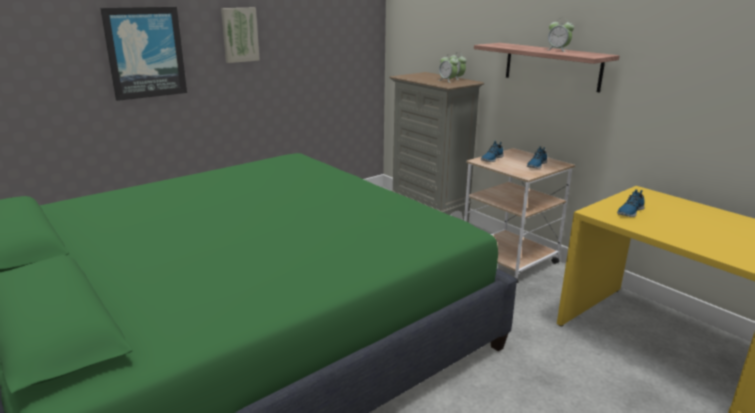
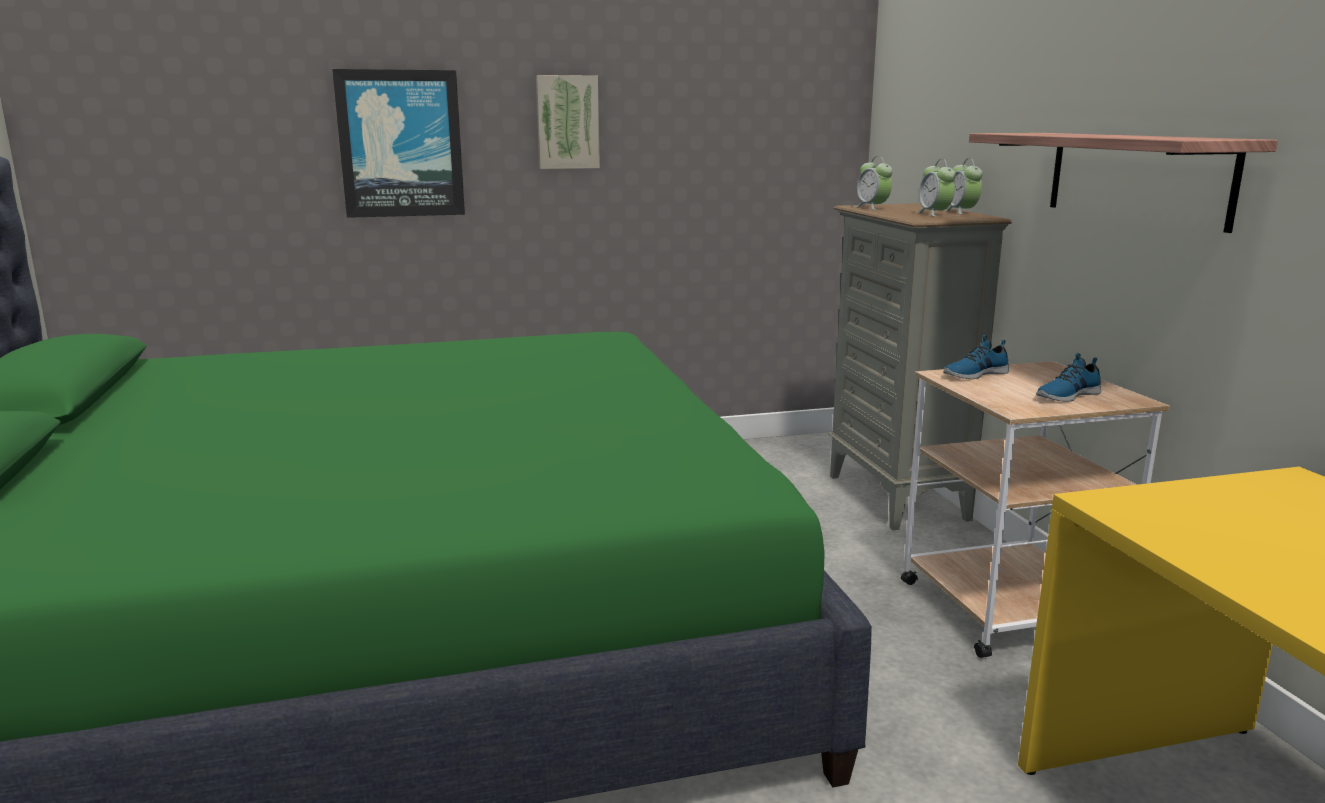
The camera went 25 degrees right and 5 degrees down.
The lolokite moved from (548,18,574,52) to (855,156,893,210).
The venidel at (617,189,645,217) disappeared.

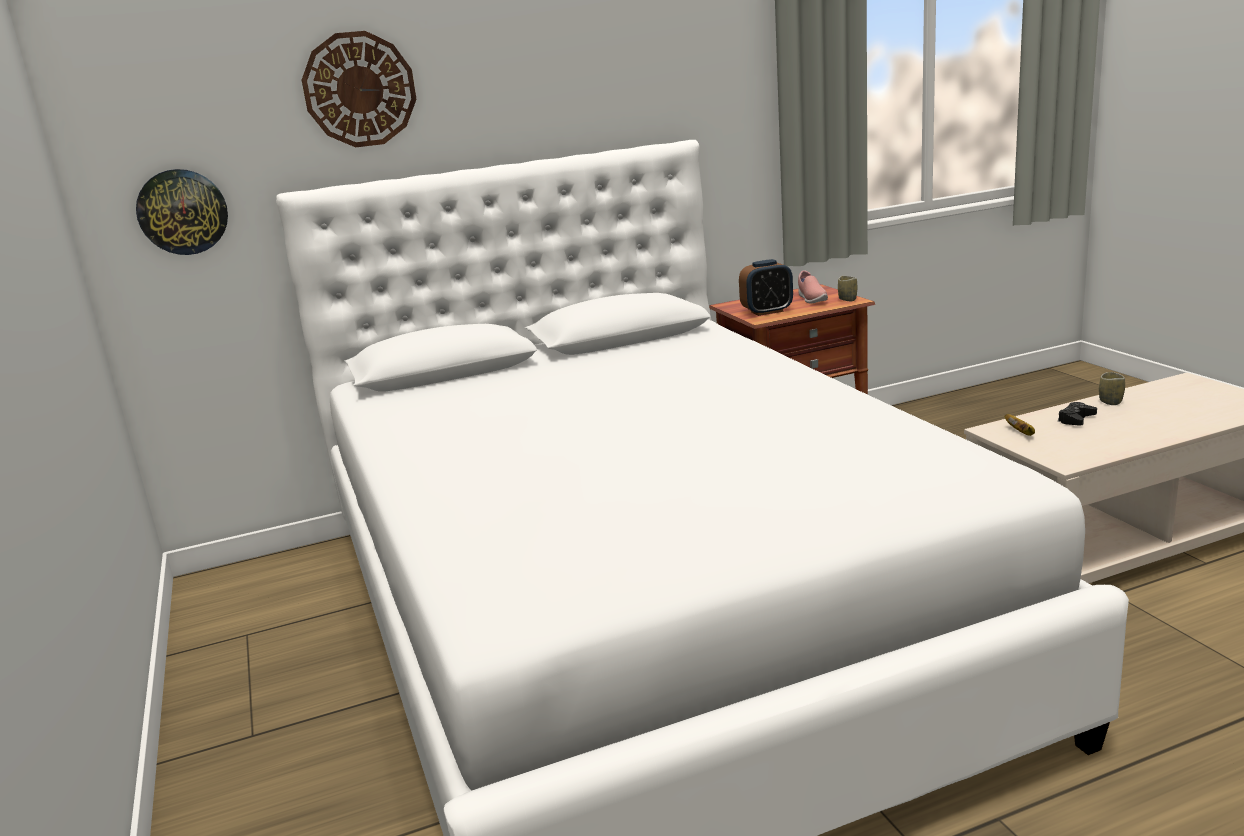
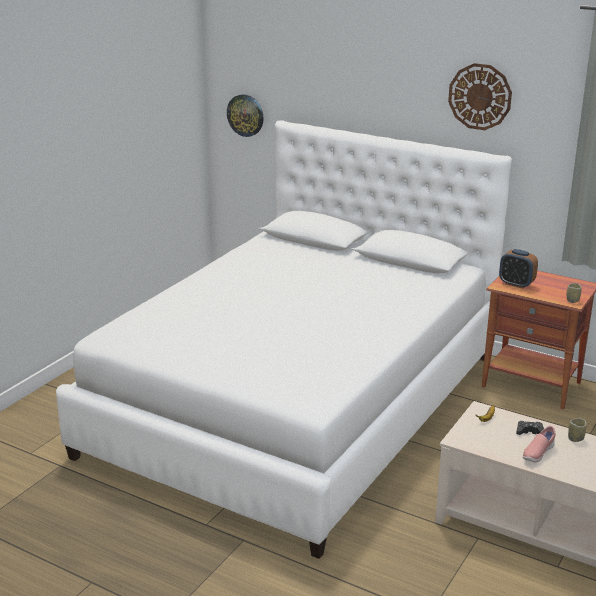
The camera went 50 degrees right and 5 degrees up.
The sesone moved from (302,31,417,147) to (448,63,512,130).
The pink venidel moved from (798,271,828,303) to (523,426,555,462).

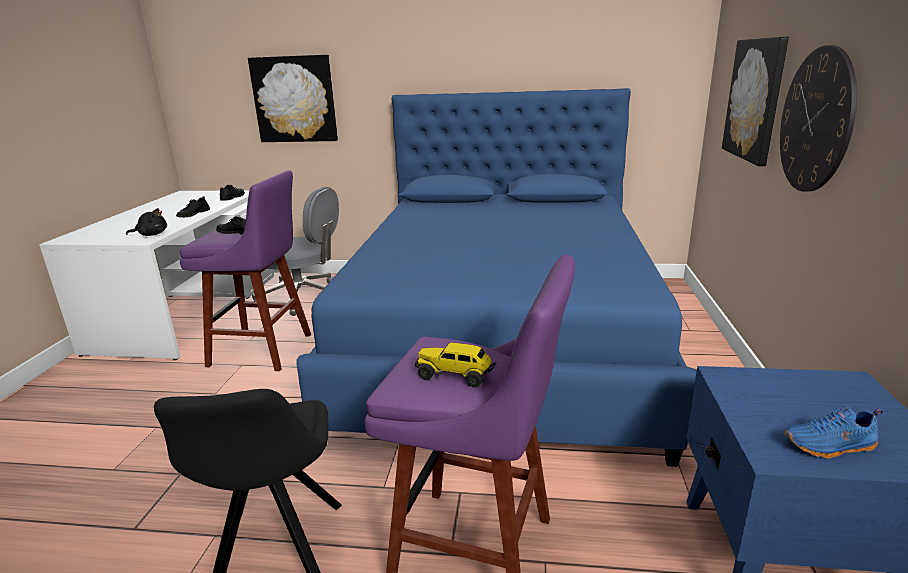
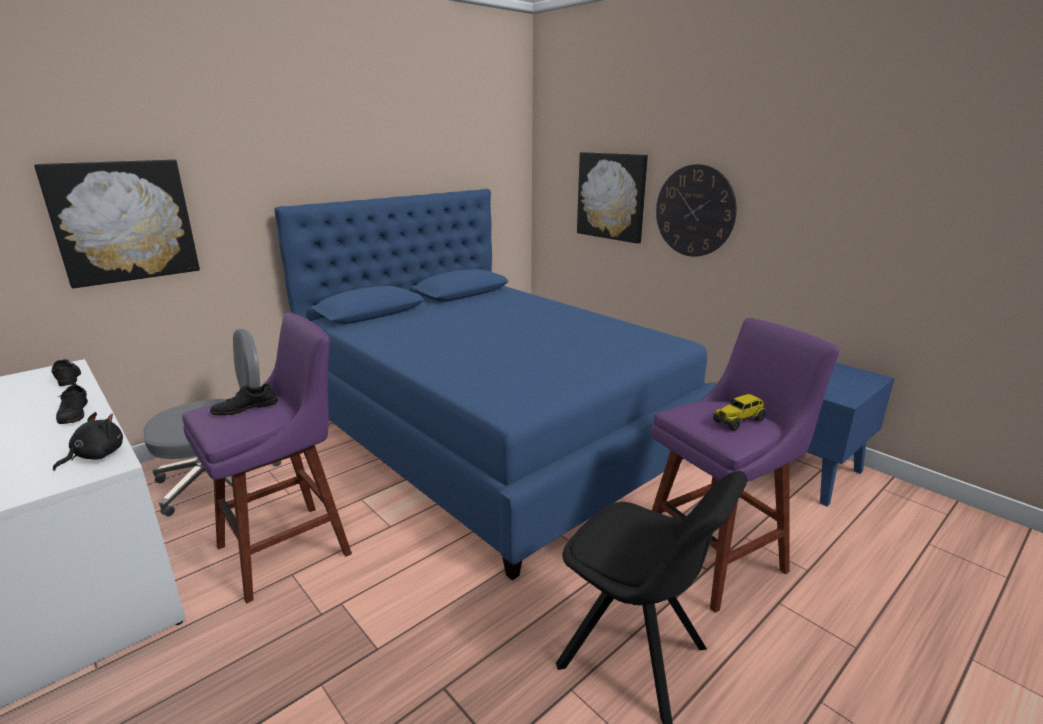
The camera went 50 degrees left and 0 degrees up.
The blue venidel at (784,407,883,459) disappeared.

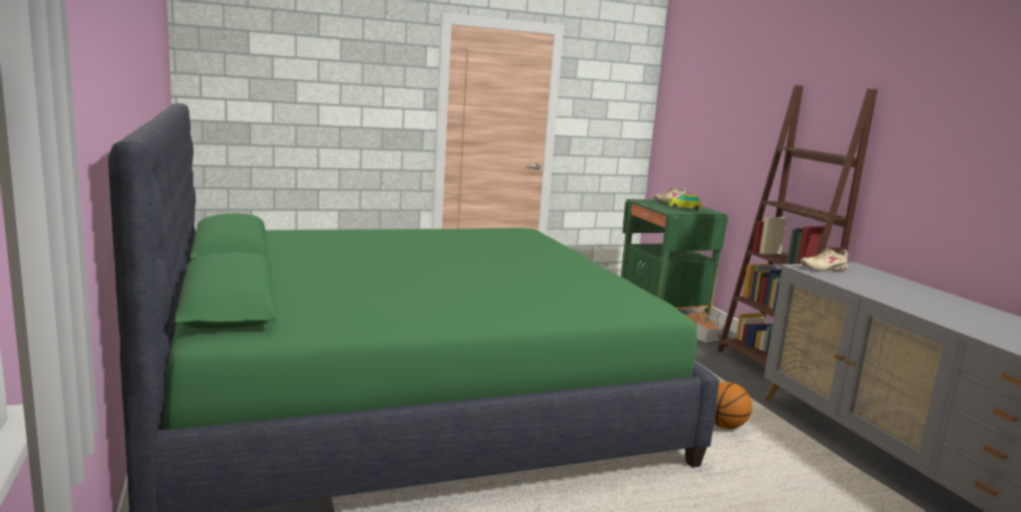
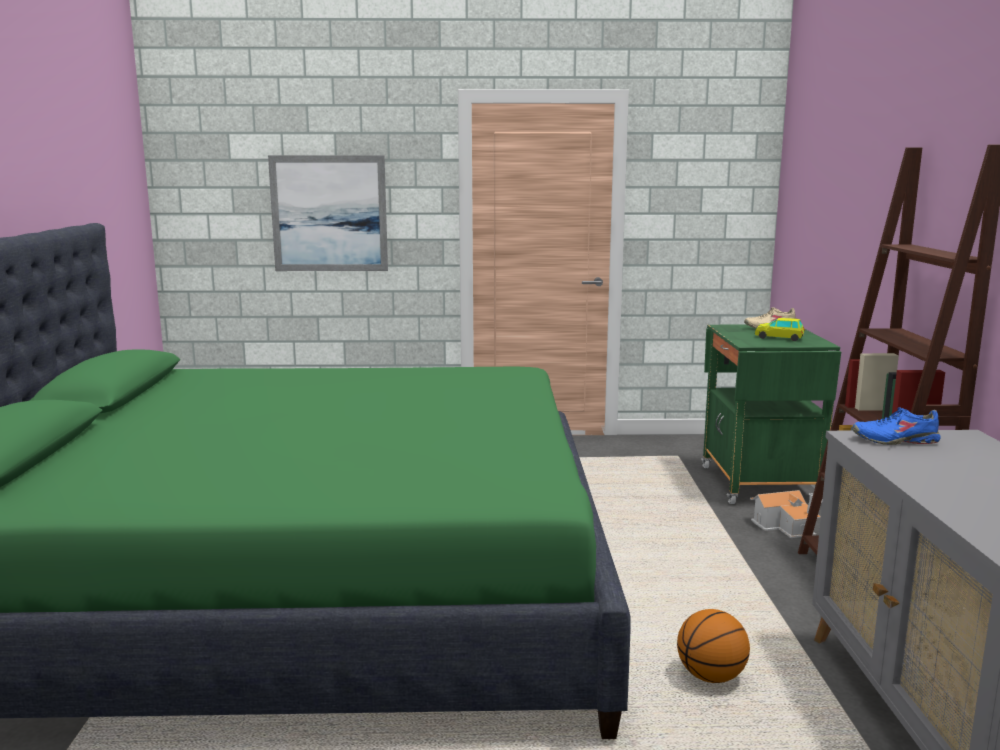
The camera went 20 degrees right and 0 degrees up.
The beige venidel at (800,248,848,271) became the blue venidel at (852,407,941,445).
The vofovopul at (268,155,388,271) appeared.

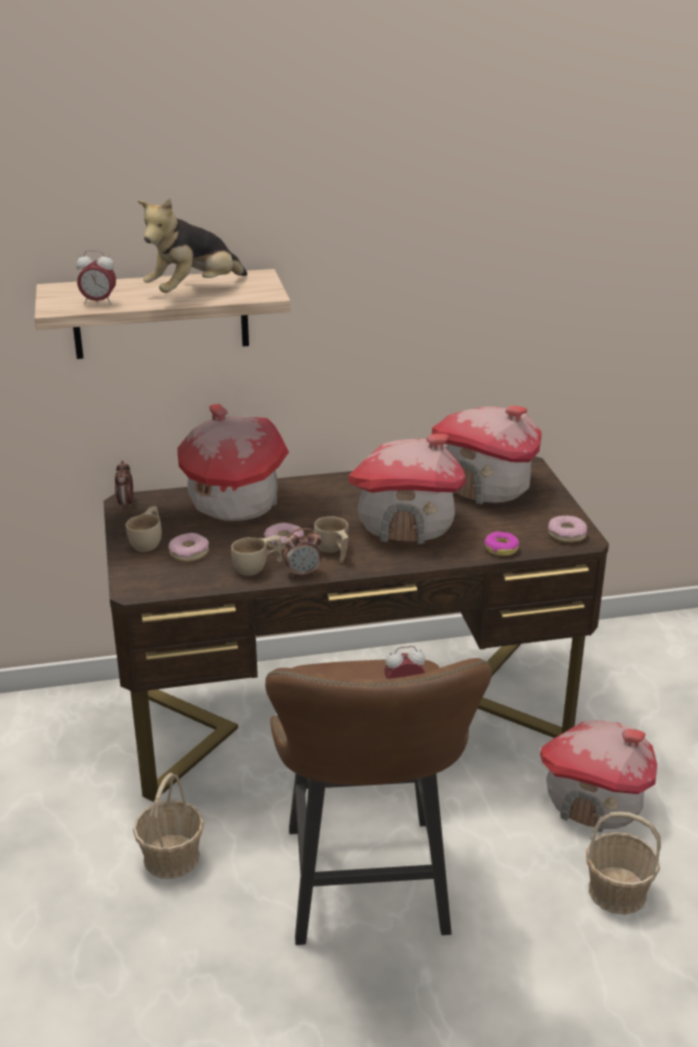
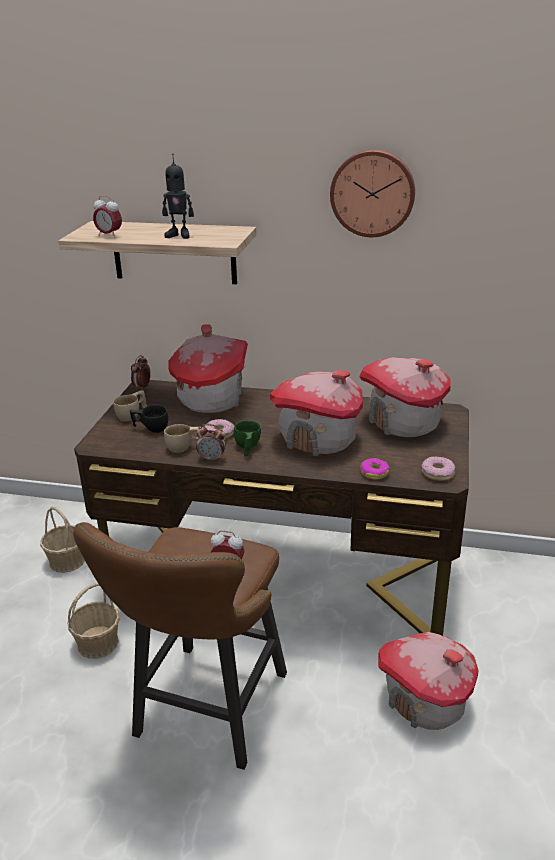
The camera went 25 degrees right and 0 degrees up.
The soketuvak at (138,198,247,293) was replaced by the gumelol at (162,153,194,239).
The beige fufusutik at (314,516,349,562) became the green fufusutik at (234,420,261,457).
The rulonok at (168,533,209,562) was replaced by the black fufusutik at (130,405,168,433).
The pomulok moved from (586,812,661,915) to (40,507,85,573).
The sesone at (330,149,415,237) appeared.

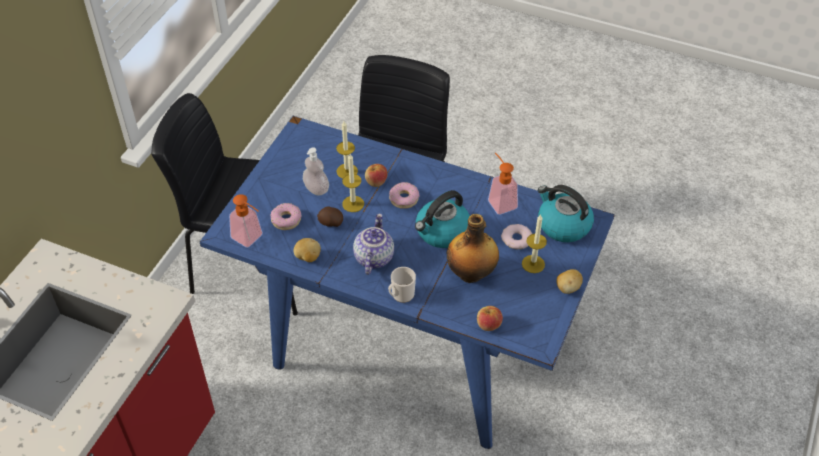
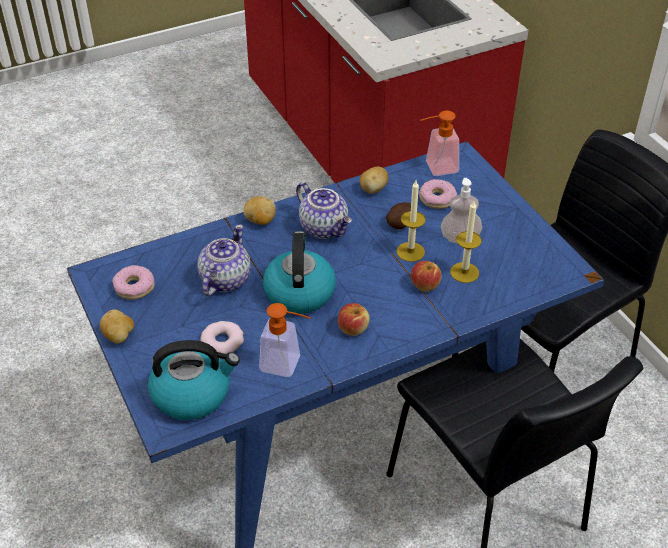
The camera went 130 degrees right and 5 degrees down.
The rulonok moved from (389,182,419,209) to (112,265,155,300).
The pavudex at (447,214,499,283) was replaced by the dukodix at (197,225,251,296).
The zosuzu at (522,214,547,273) disappeared.
The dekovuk at (388,267,416,303) was replaced by the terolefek at (243,196,276,225).
The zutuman moved from (477,306,503,331) to (338,303,370,336).

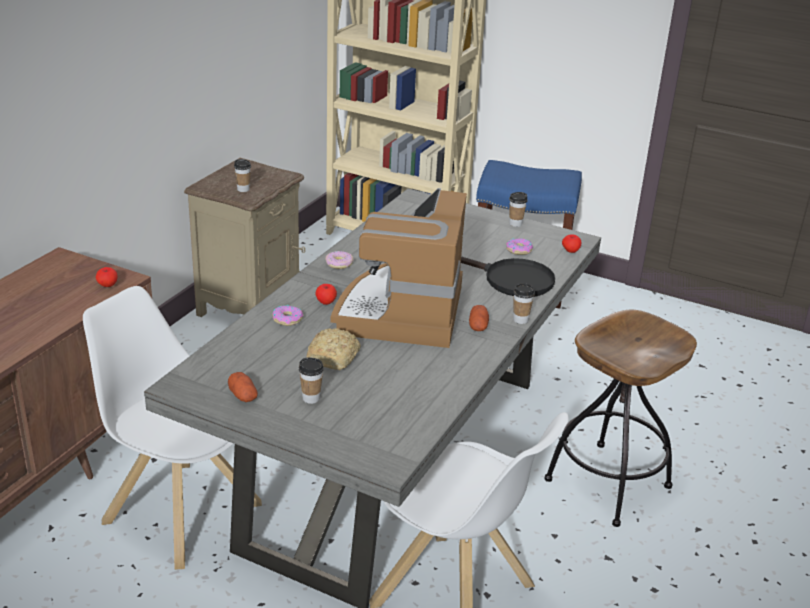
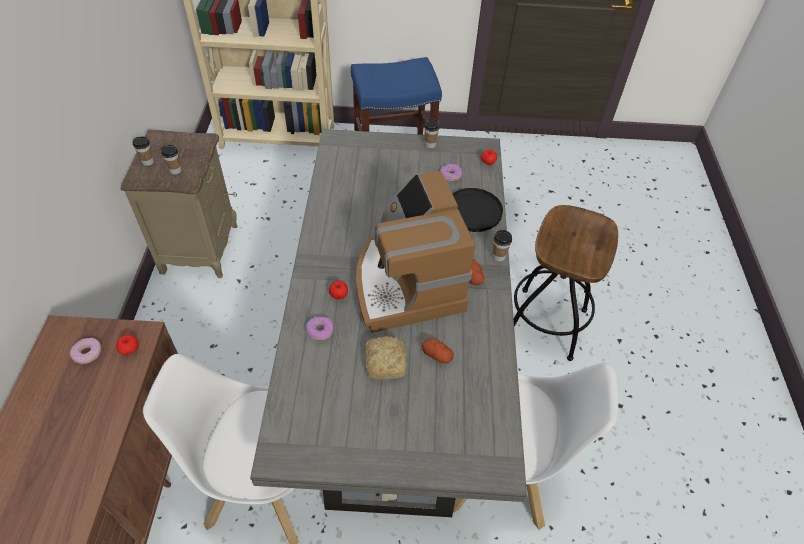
The camera went 25 degrees left and 20 degrees up.
The rulonok moved from (325,251,353,269) to (70,338,101,364).
The fufusutik moved from (299,358,324,404) to (132,136,154,166).
The terolefek moved from (228,372,258,402) to (422,338,454,363).

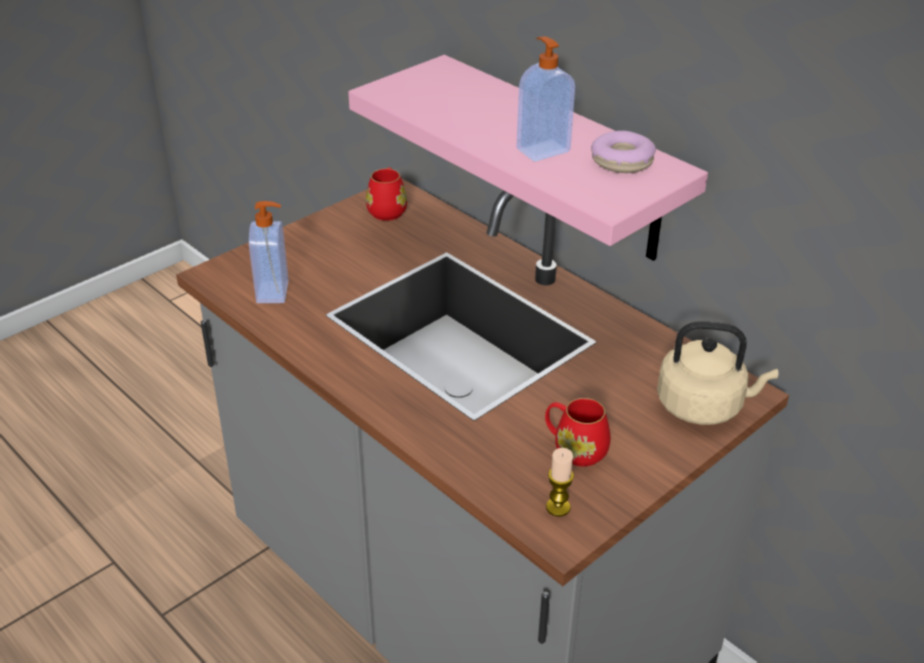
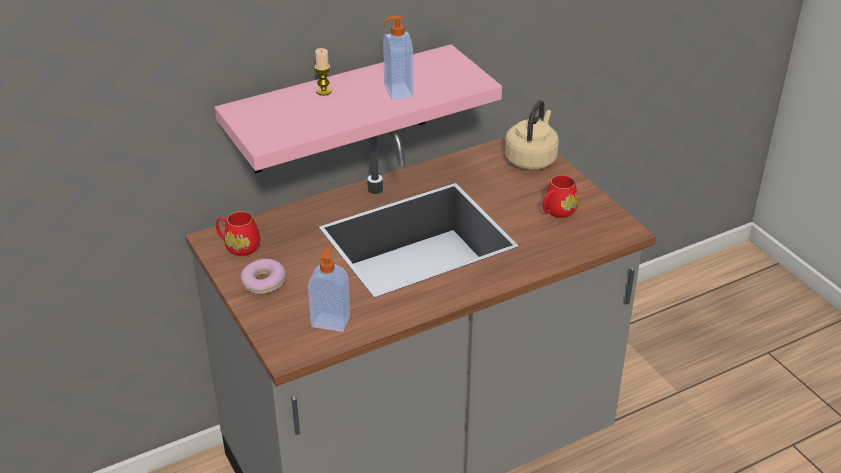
The camera went 75 degrees left and 0 degrees up.
The rulonok moved from (591,131,656,173) to (240,259,286,294).
The zosuzu moved from (546,448,574,517) to (314,48,332,96).

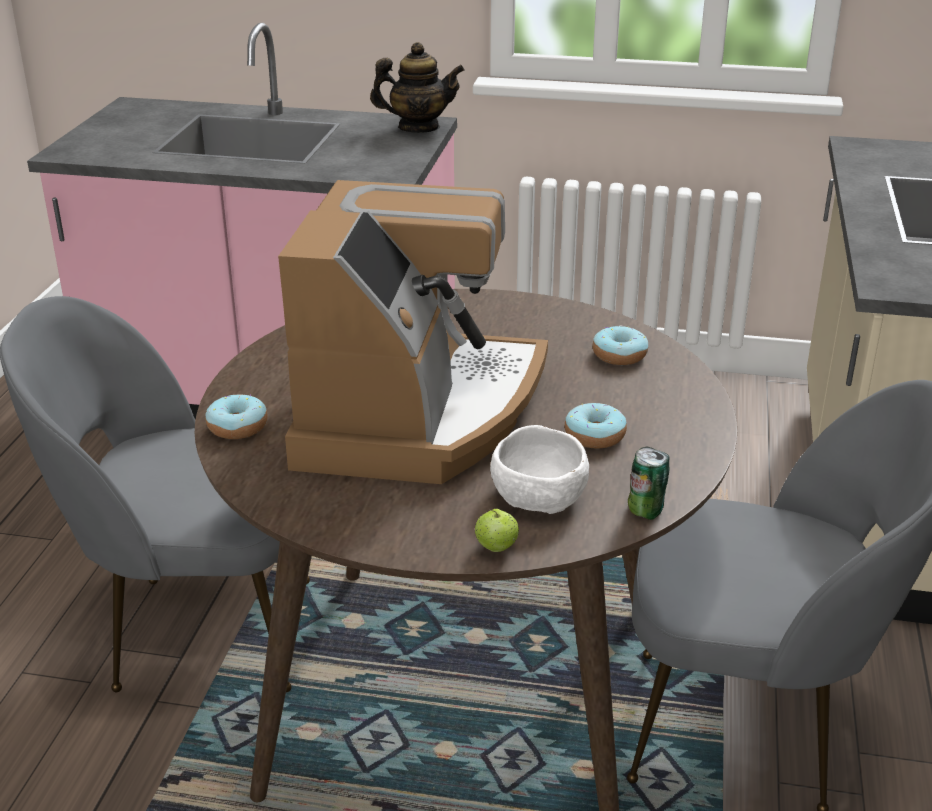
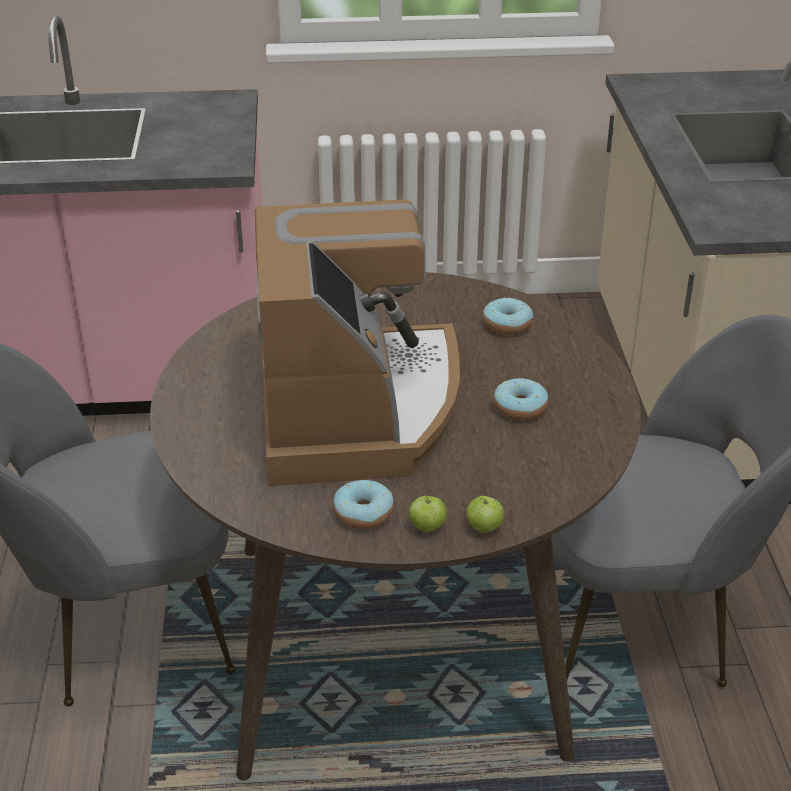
The camera went 15 degrees left and 5 degrees up.
The dukodix at (370,42,465,133) disappeared.
The rulonok moved from (206,394,268,439) to (333,479,394,529).
The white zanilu at (490,425,589,514) disappeared.
The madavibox at (628,447,669,520) disappeared.
The zutuman at (408,492,447,532) appeared.

